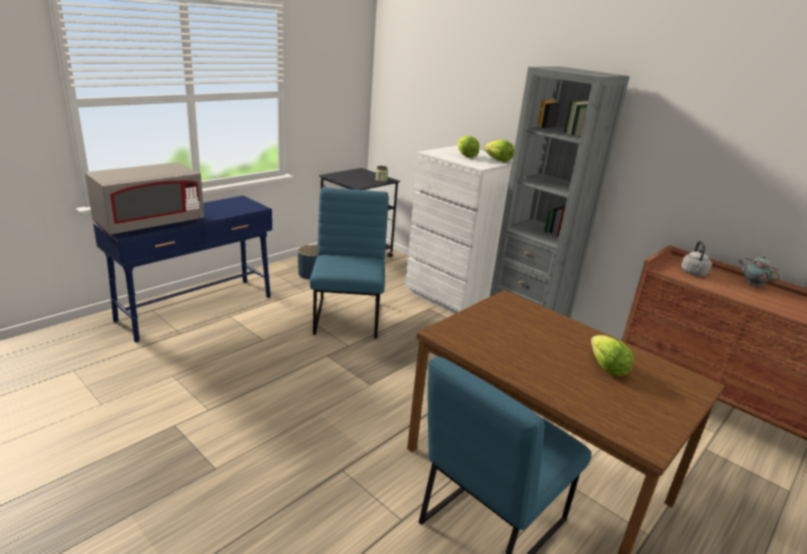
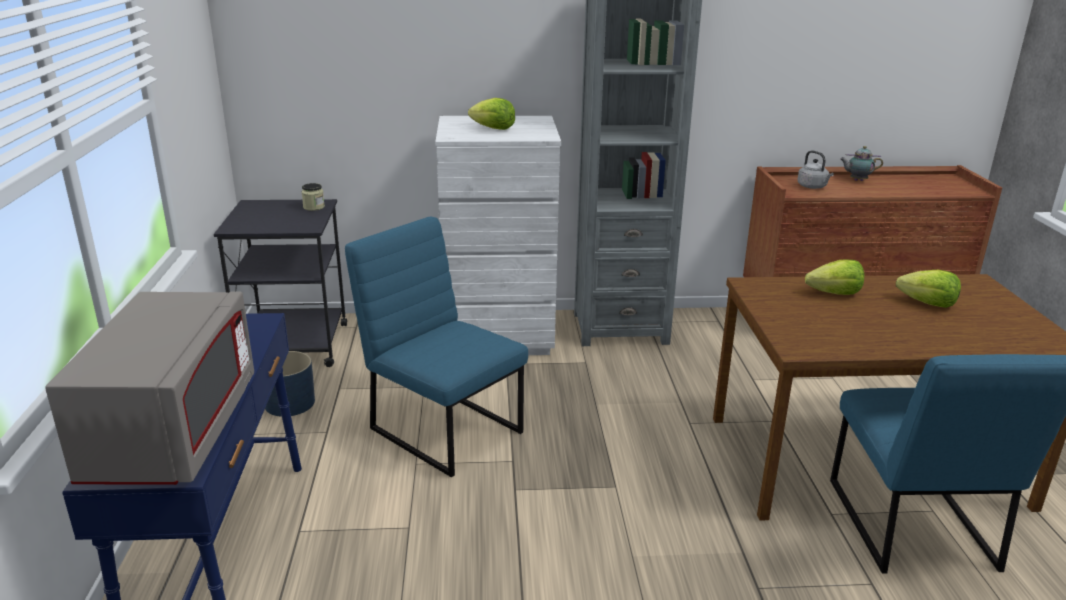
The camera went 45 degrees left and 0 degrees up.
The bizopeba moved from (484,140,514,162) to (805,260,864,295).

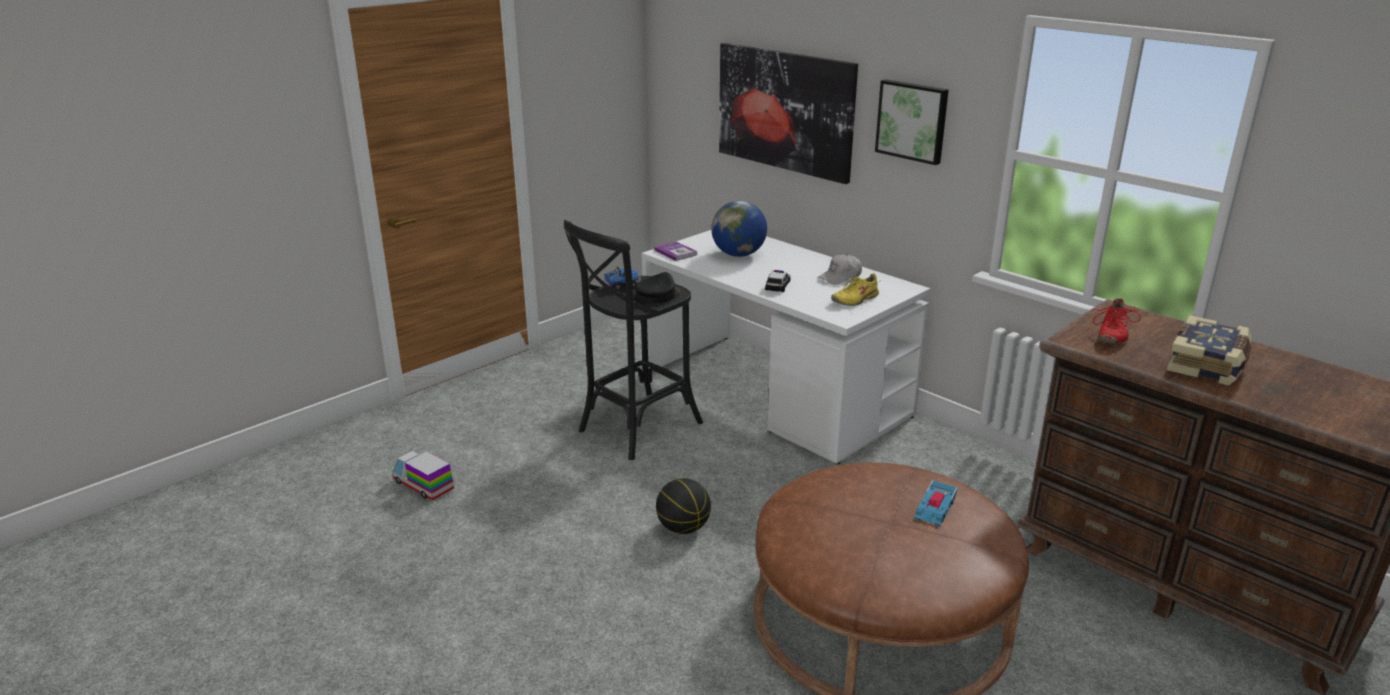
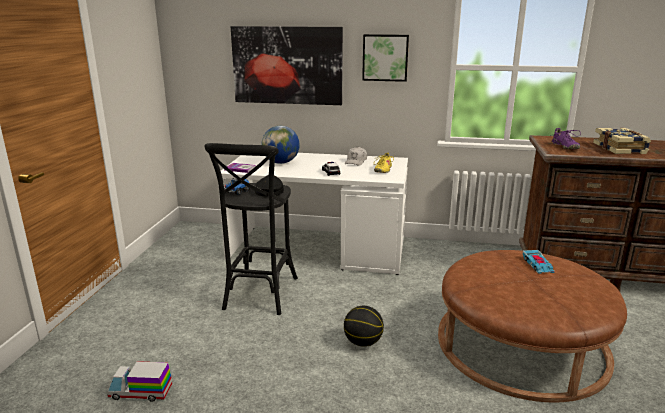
The camera went 35 degrees left and 5 degrees down.
The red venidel at (1091,298,1141,345) became the purple venidel at (550,128,581,149).

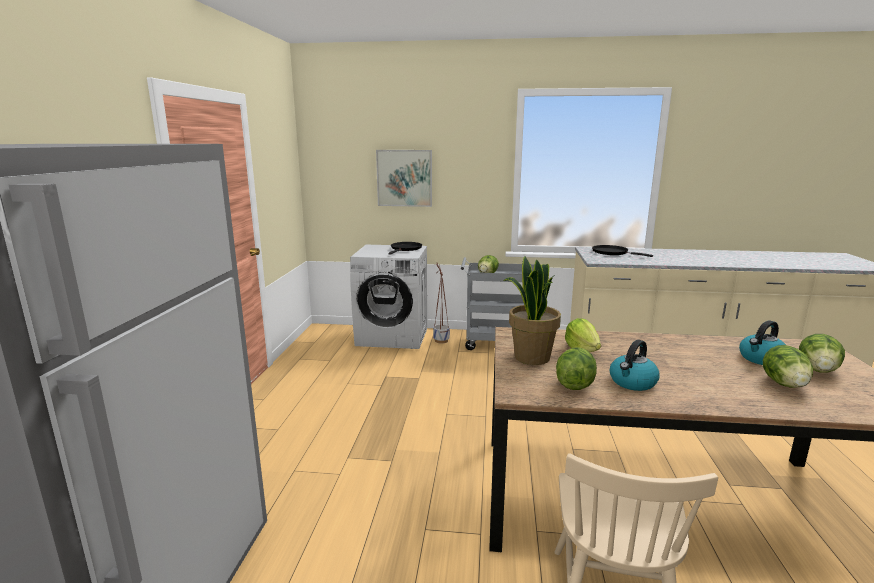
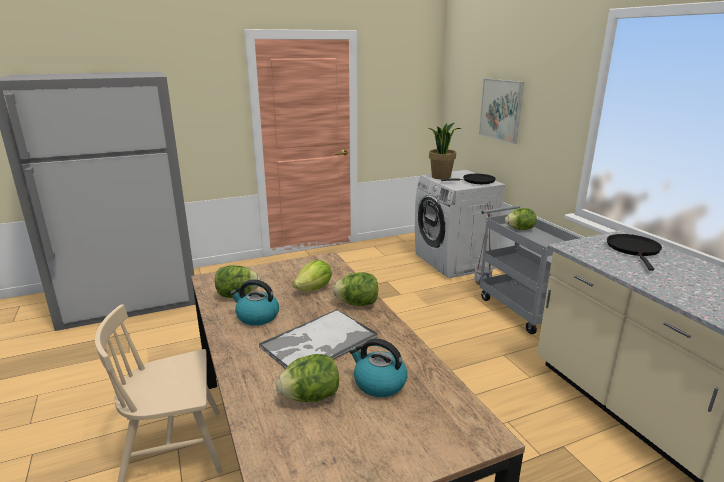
The camera went 60 degrees right and 5 degrees up.
The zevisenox moved from (503,256,561,365) to (429,123,461,179).
The bizopeba moved from (799,334,845,373) to (333,272,378,306).
The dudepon at (259,309,378,369) appeared.

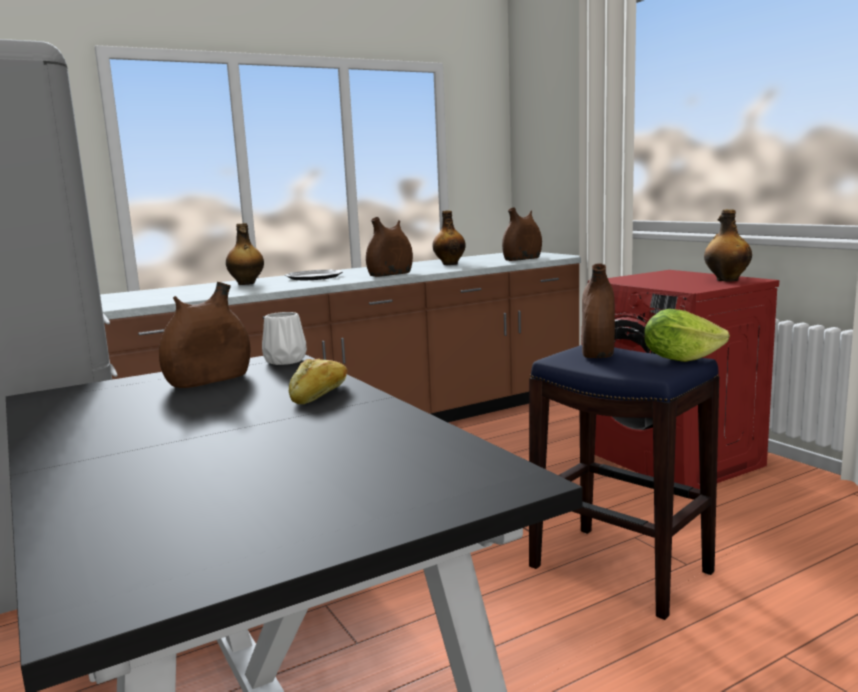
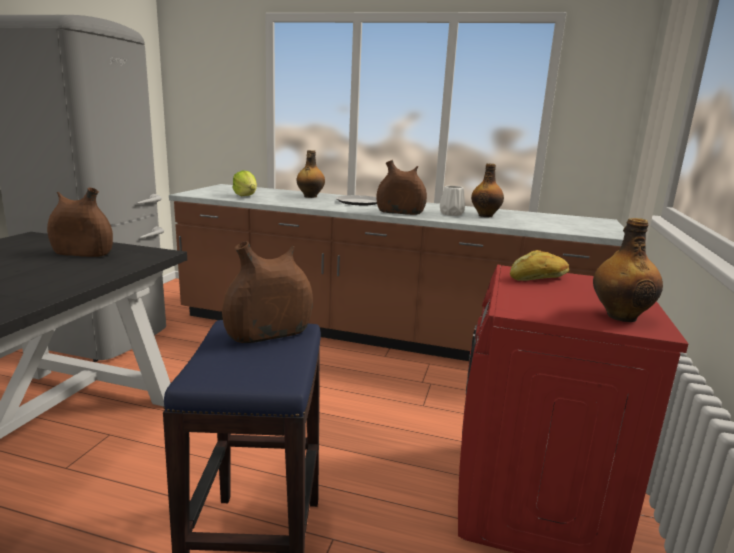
The camera went 45 degrees right and 5 degrees up.
The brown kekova at (502,207,542,261) disappeared.
The bizopeba moved from (644,309,730,362) to (232,170,257,196).
The white kekova moved from (262,312,307,365) to (440,186,465,216).
The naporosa moved from (289,358,348,404) to (510,250,569,281).

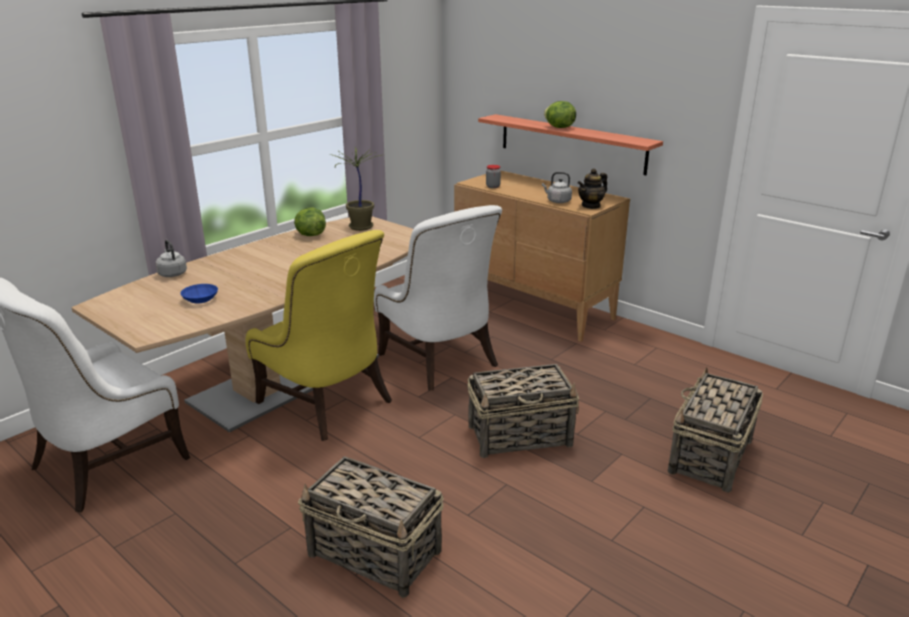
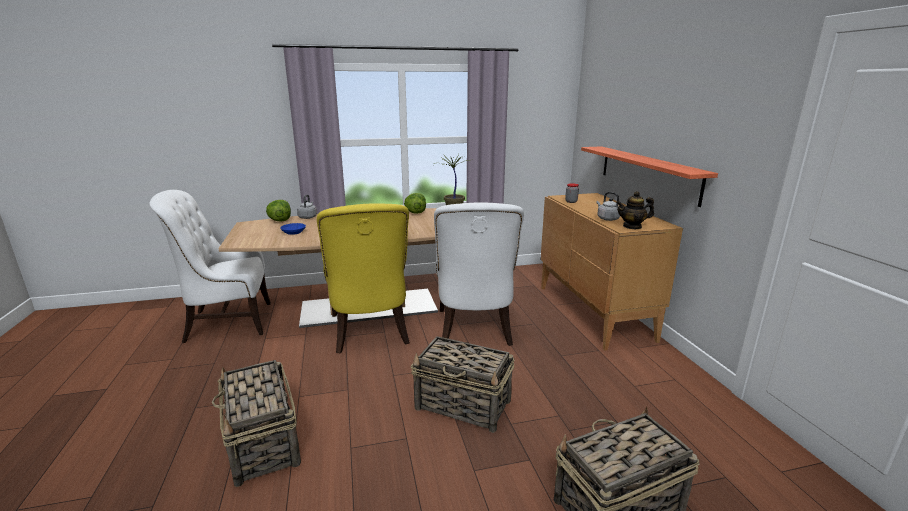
The camera went 35 degrees right and 5 degrees down.
The bizopeba moved from (544,101,576,128) to (266,200,291,222).

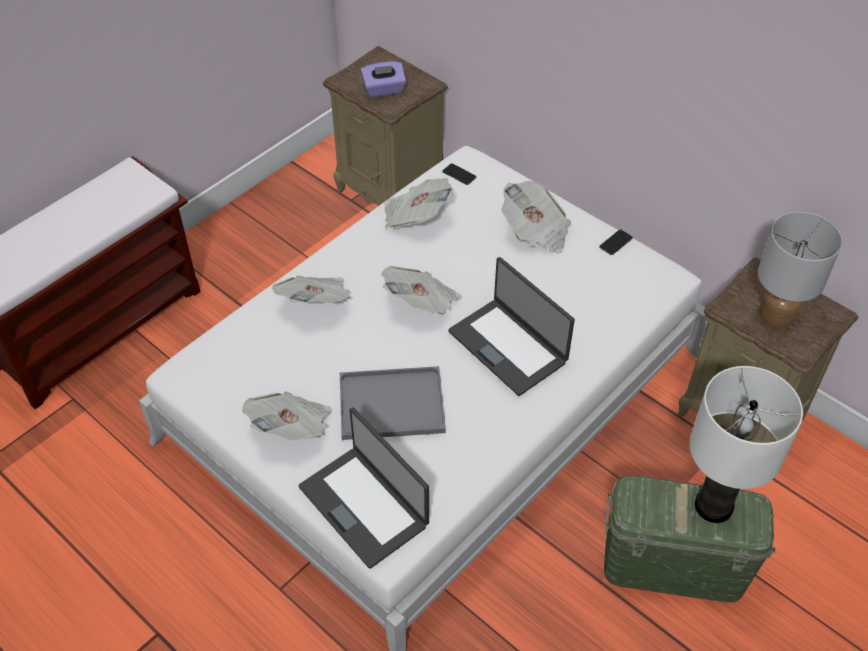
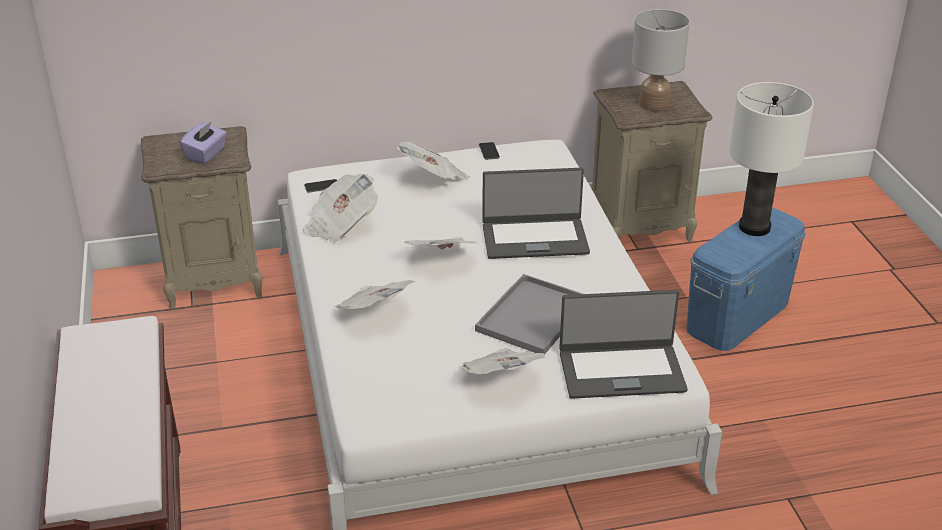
The camera went 55 degrees left and 15 degrees down.
The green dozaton at (604,476,775,603) became the blue dozaton at (686,208,806,351).

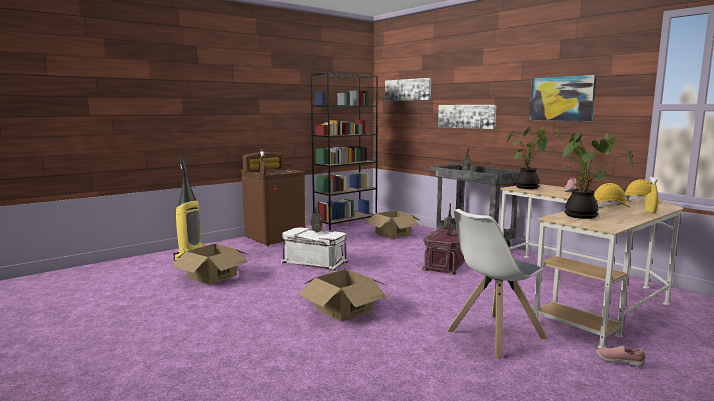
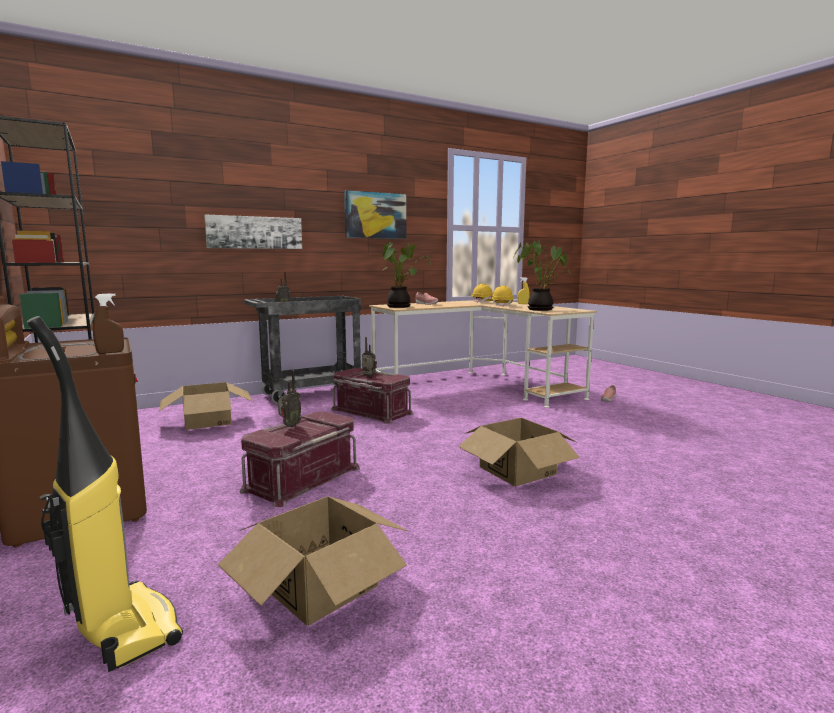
The camera went 80 degrees left and 0 degrees up.
The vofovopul at (385,78,431,101) disappeared.
The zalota at (447,209,547,358) disappeared.
The white dozaton at (281,227,349,271) became the red dozaton at (239,412,360,507).

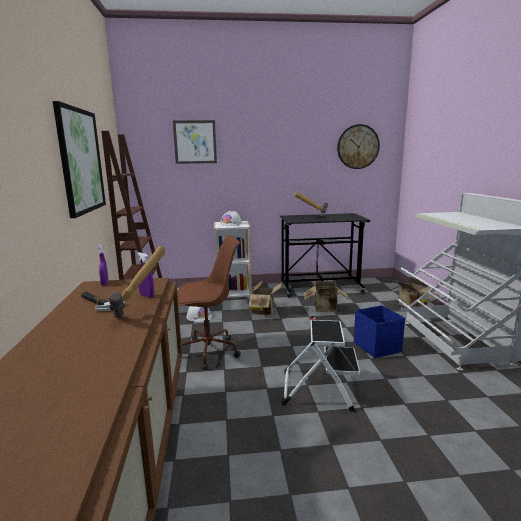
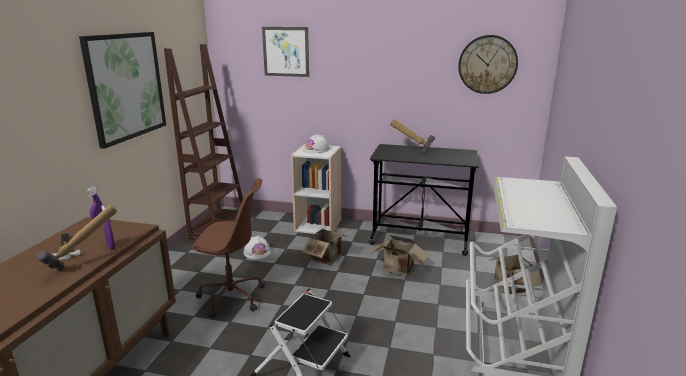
The camera went 20 degrees right and 5 degrees up.
The blue dozaton at (354,305,405,358) disappeared.

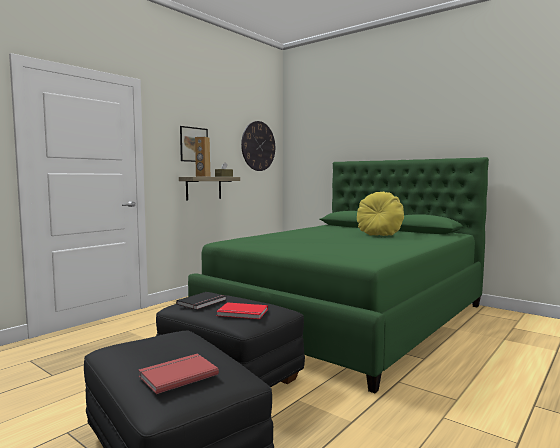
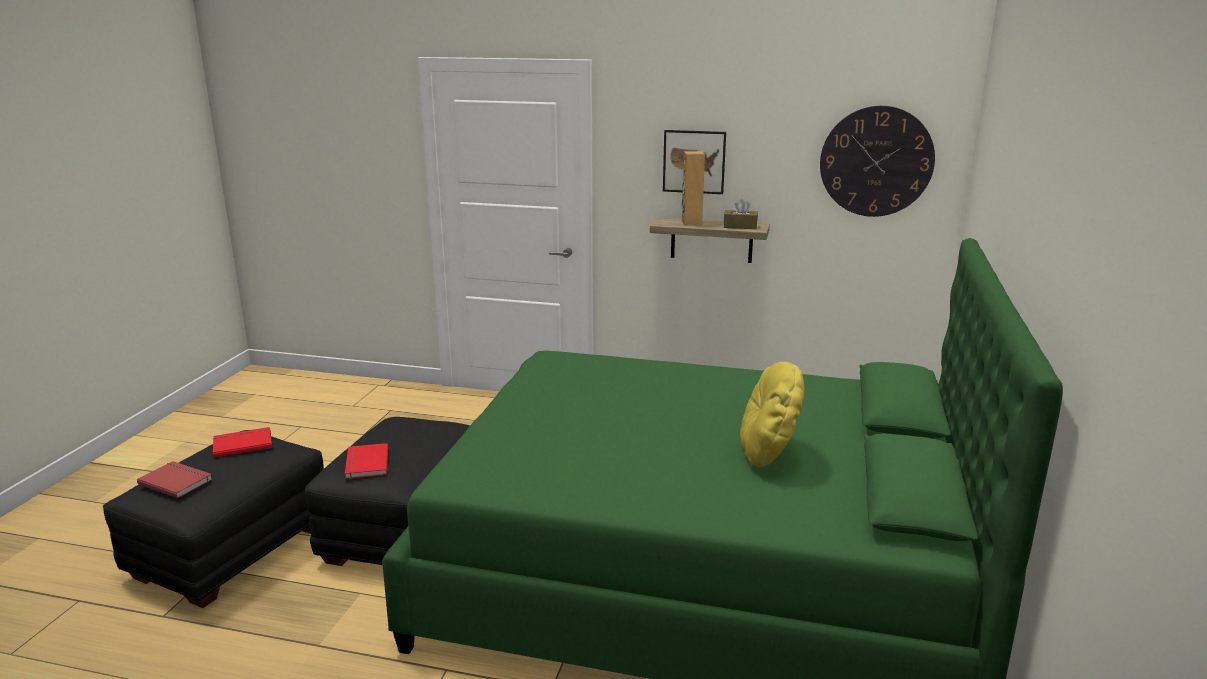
The camera went 65 degrees right and 15 degrees up.
The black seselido at (176,292,226,310) disappeared.
The red seselido at (213,427,272,458) appeared.

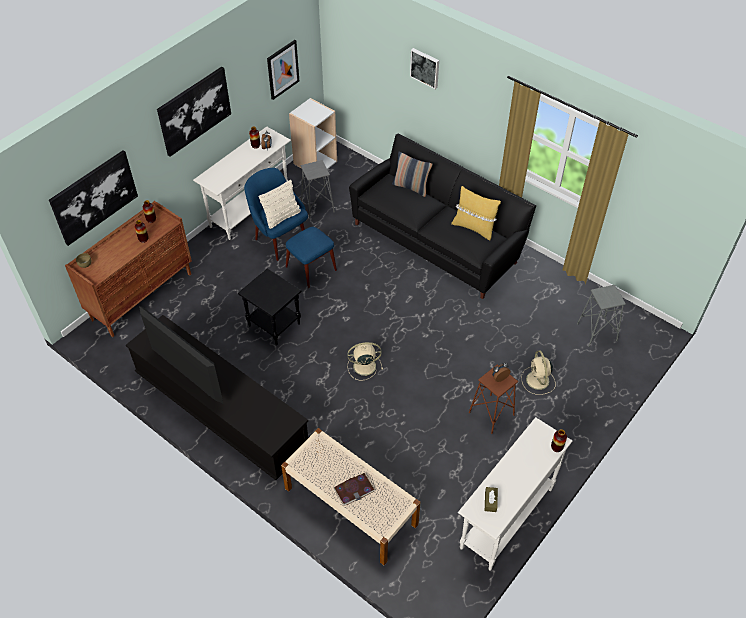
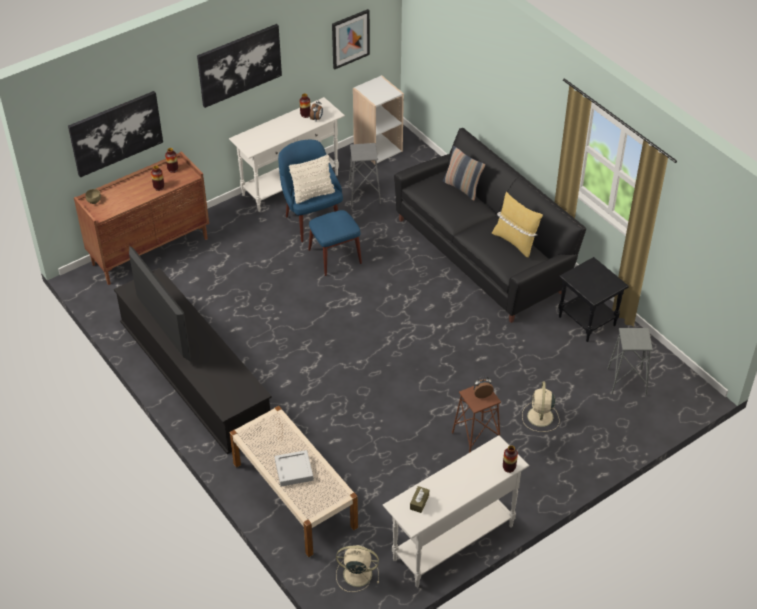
The camera went 15 degrees right and 5 degrees down.
The vofovopul at (410,48,439,89) disappeared.
The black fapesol moved from (238,268,302,345) to (559,257,629,342).
The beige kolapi moved from (347,342,383,381) to (336,545,379,592).
The seselido at (334,473,375,506) was replaced by the grey dudepon at (275,450,314,487).

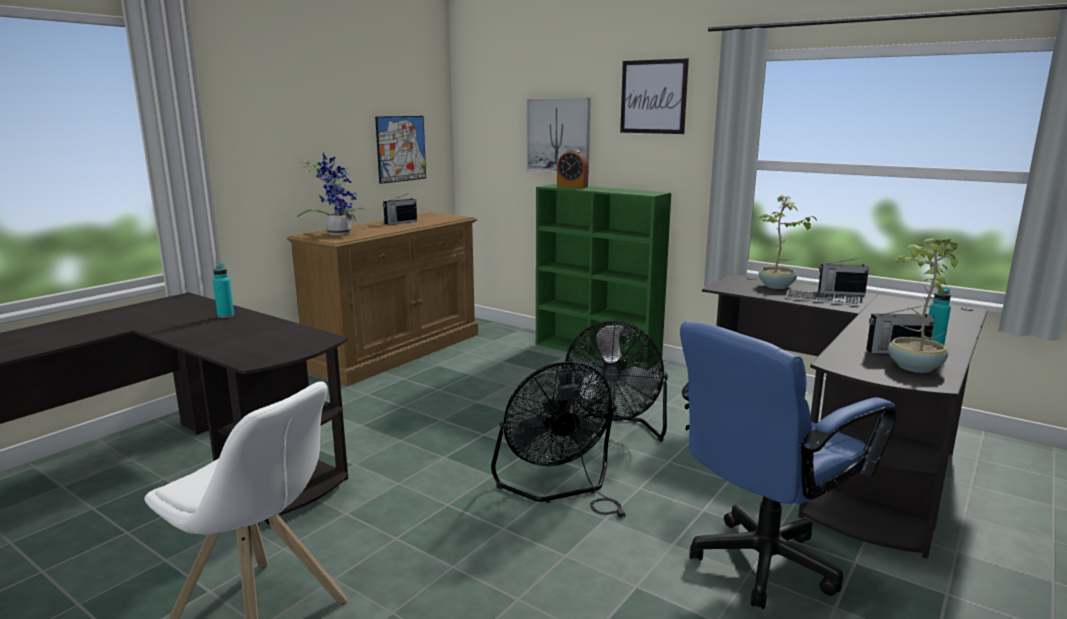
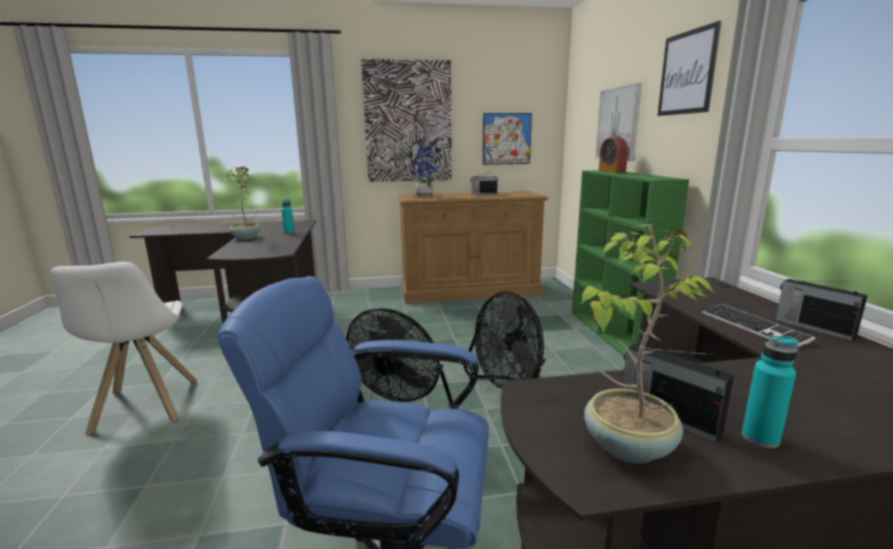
The camera went 45 degrees right and 0 degrees up.
The zevisenox moved from (759,195,817,289) to (218,166,260,240).
The vofovopul at (361,59,452,182) appeared.

